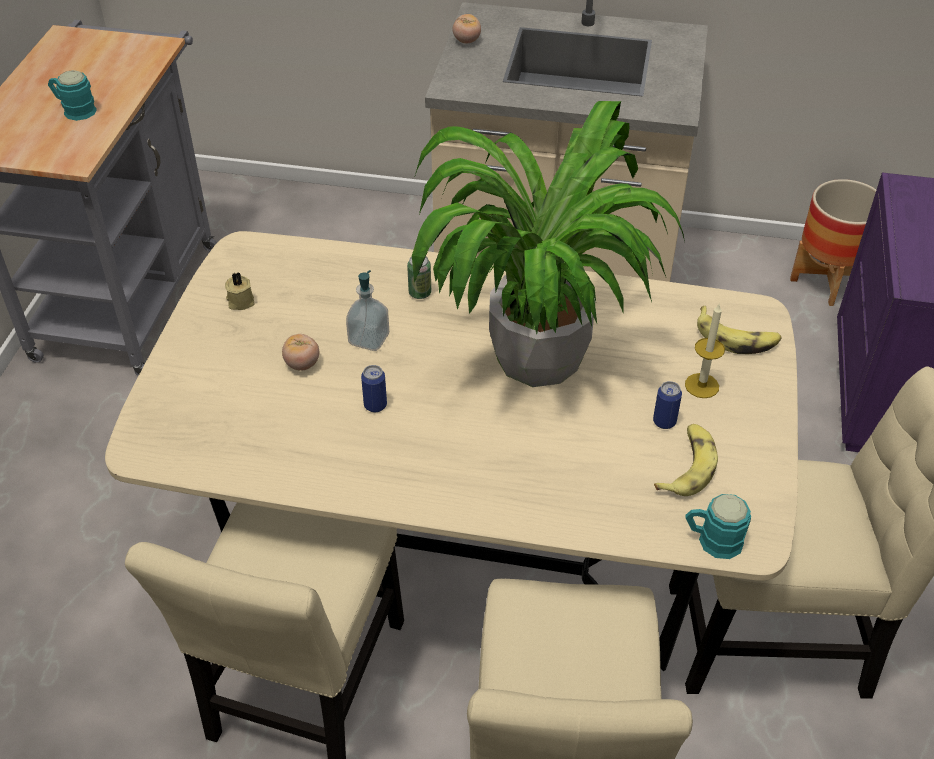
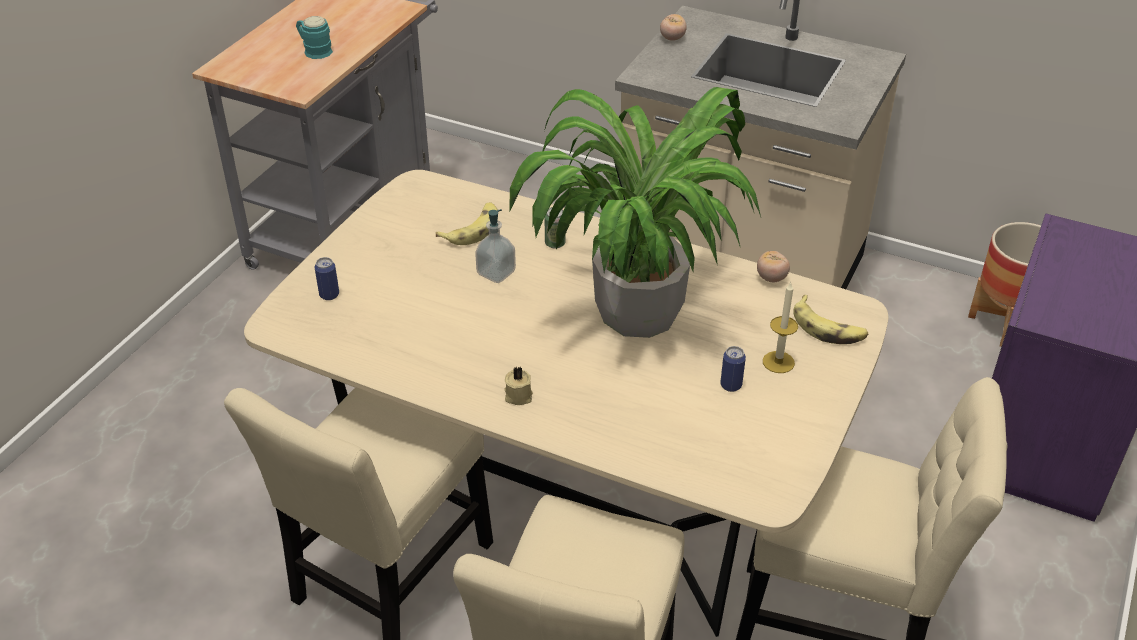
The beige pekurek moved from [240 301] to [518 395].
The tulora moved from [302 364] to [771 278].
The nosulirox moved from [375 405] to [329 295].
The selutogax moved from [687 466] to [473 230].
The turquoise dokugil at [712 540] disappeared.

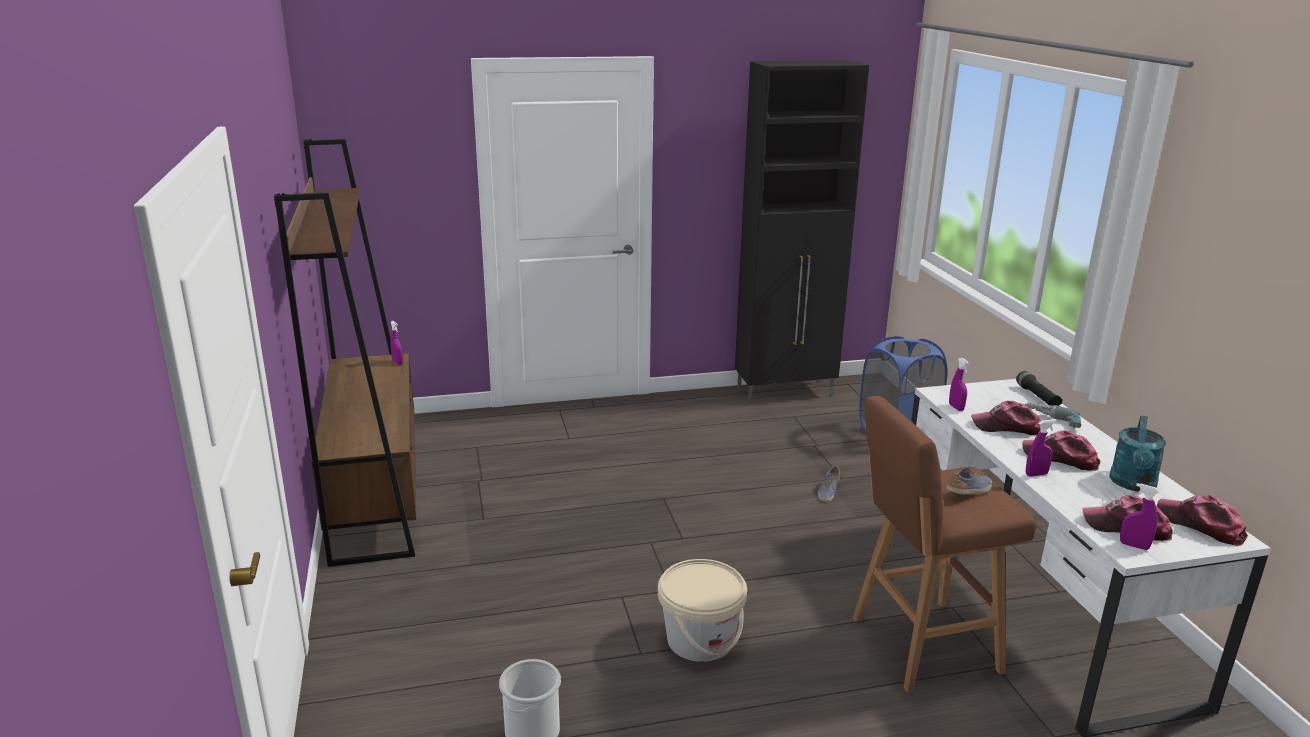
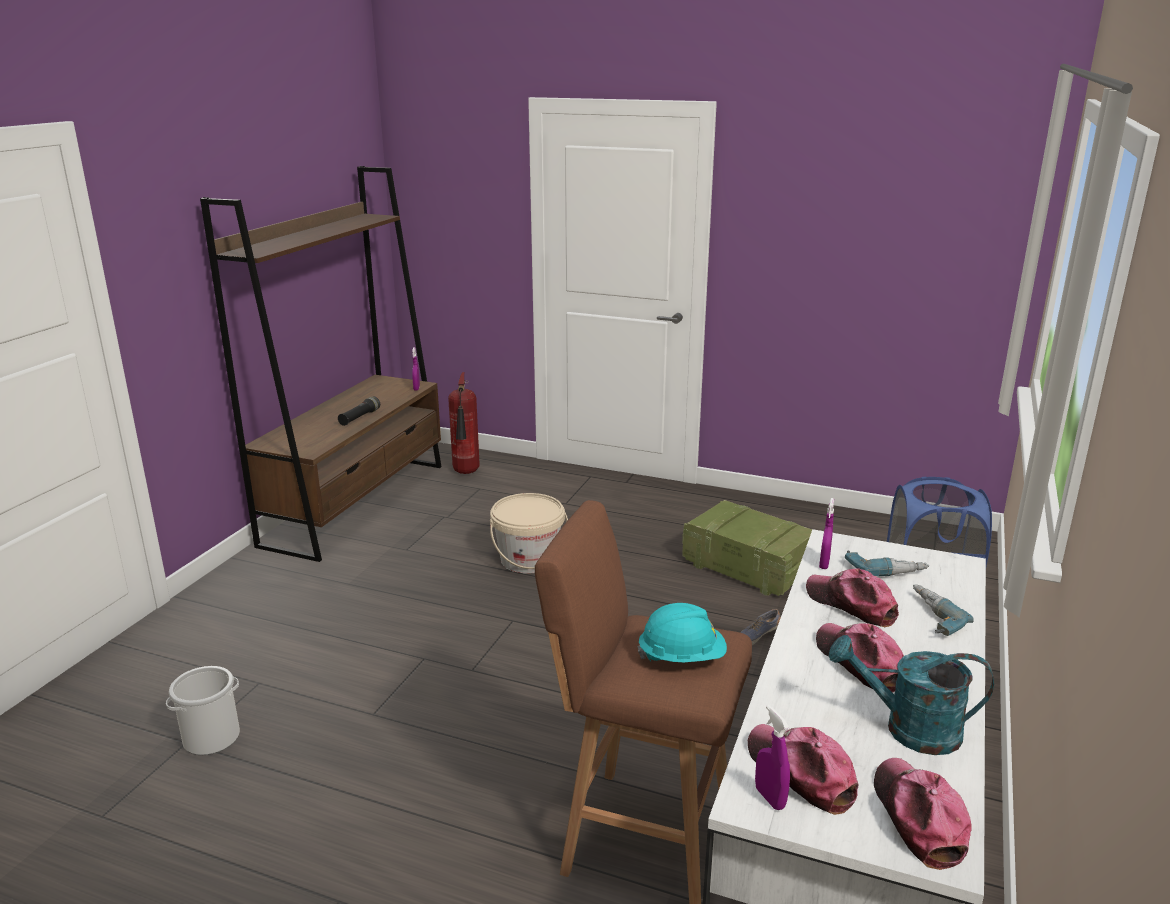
The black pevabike at [786 392] disappeared.
The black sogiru moved from [1037 397] to [359 418].
The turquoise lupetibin at [1133 484] turned 45 degrees clockwise.
The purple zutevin at [1036 474] disappeared.
The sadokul at [969 492] was replaced by the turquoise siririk at [682 657].
The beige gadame moved from [700 640] to [529 559].
The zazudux at [466 473] appeared.
The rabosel at [750 568] appeared.
The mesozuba at [884 568] appeared.

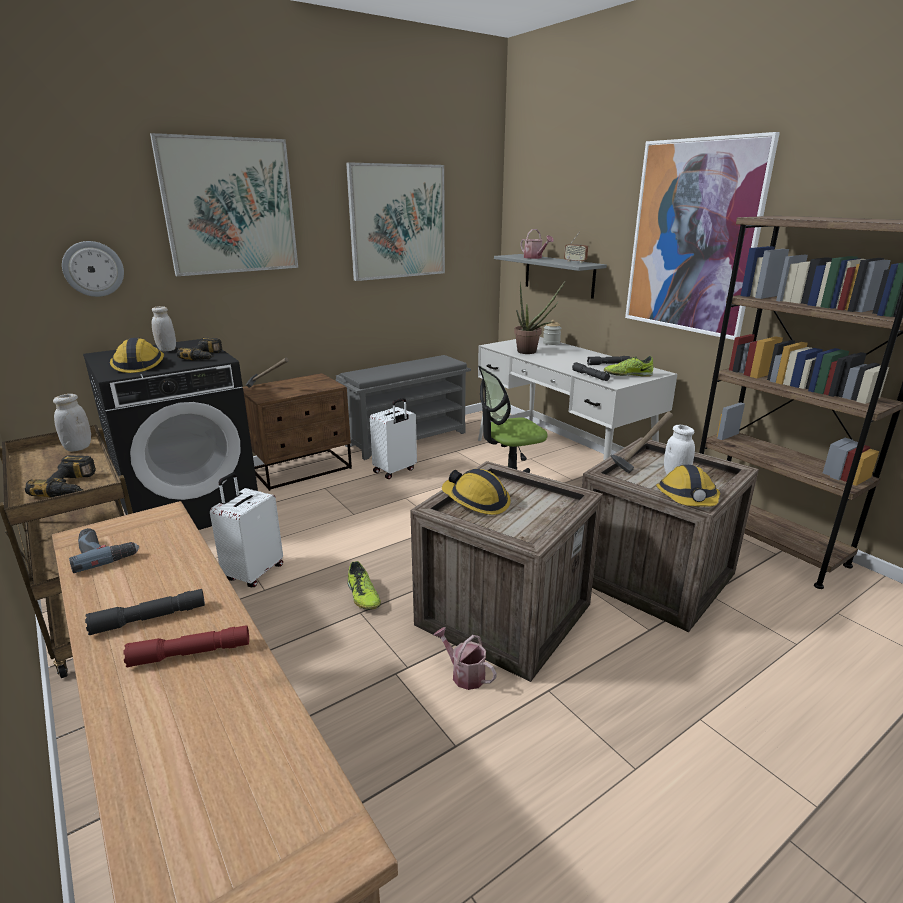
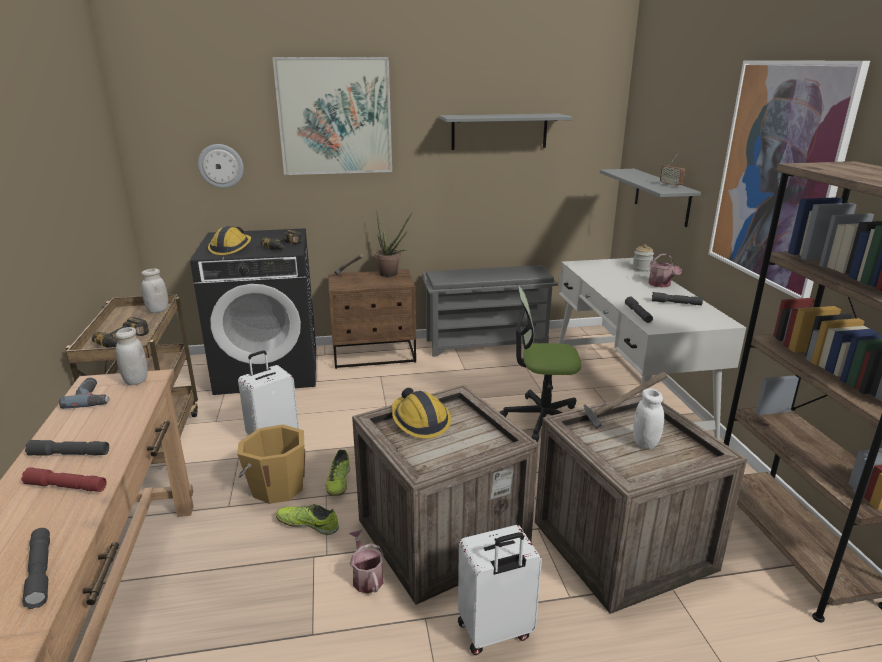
The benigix at [397 222] was replaced by the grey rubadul at [499 131].
The lupetibin moved from [535 258] to [661 285].
The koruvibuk moved from [531 352] to [391 274].
The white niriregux moved from [167 350] to [136 380].
The sadokul moved from [627 375] to [308 524].
The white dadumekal moved from [395 471] to [495 632].
The siririk at [687 499] disappeared.
The orange gadame at [277 486] appeared.
The grey sogiru at [40 572] appeared.

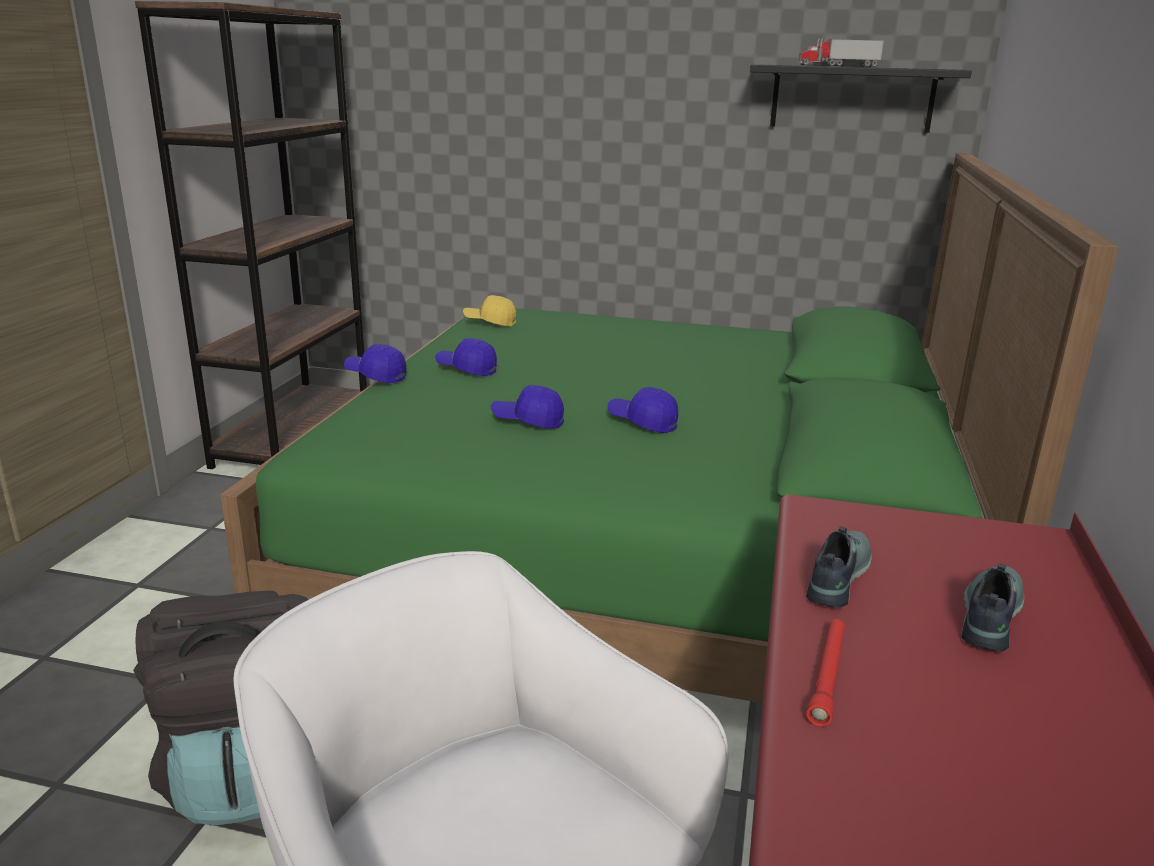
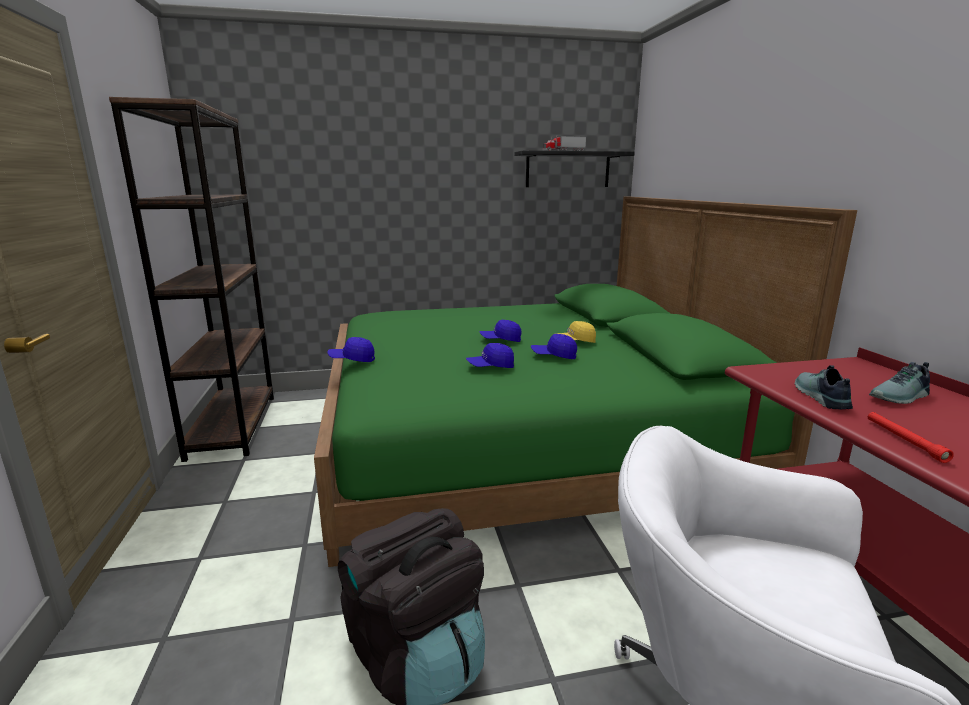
The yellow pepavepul moved from [490 322] to [575 342].
The blue pepavepul moved from [467 369] to [500 340].
The sadokul at [987 615] turned 120 degrees counterclockwise.

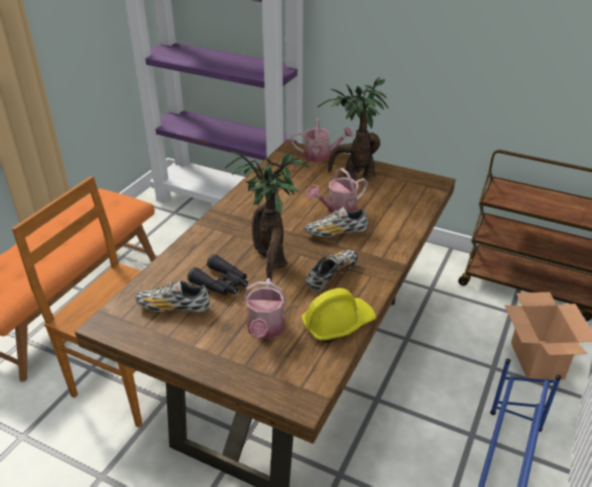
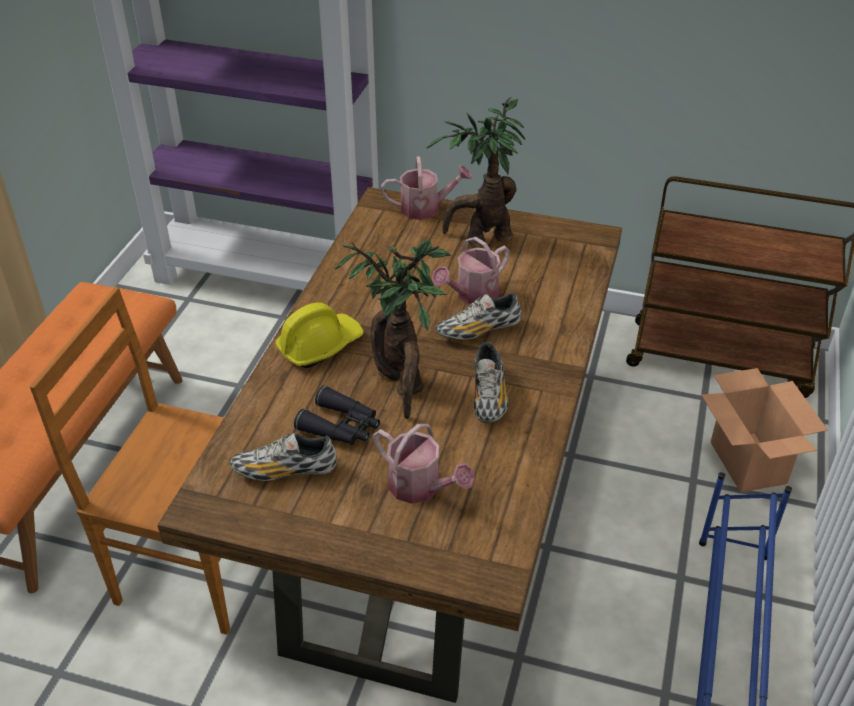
The sadokul at [331 276] turned 150 degrees clockwise.
The lupetibin at [265 330] turned 45 degrees counterclockwise.
The yellow siririk moved from [337 323] to [320 346].

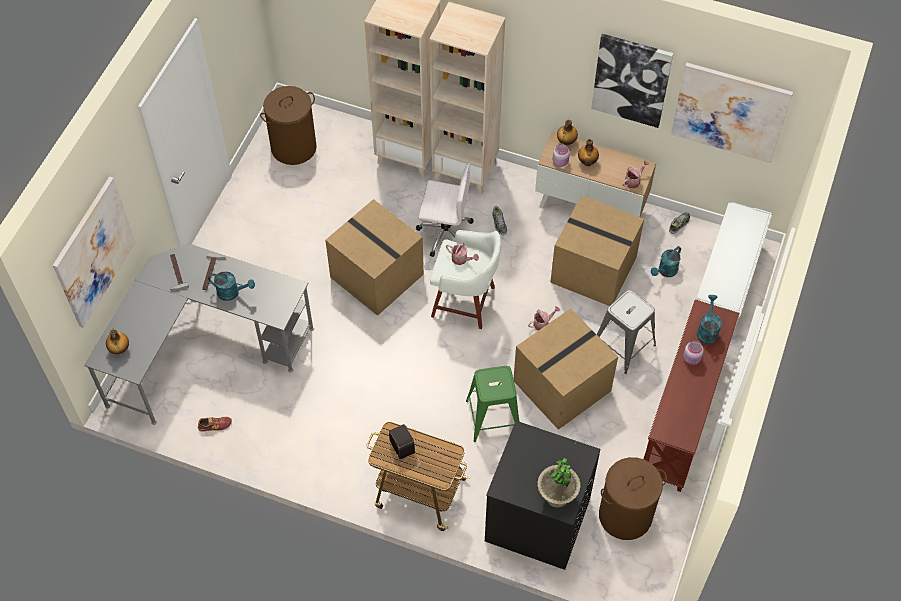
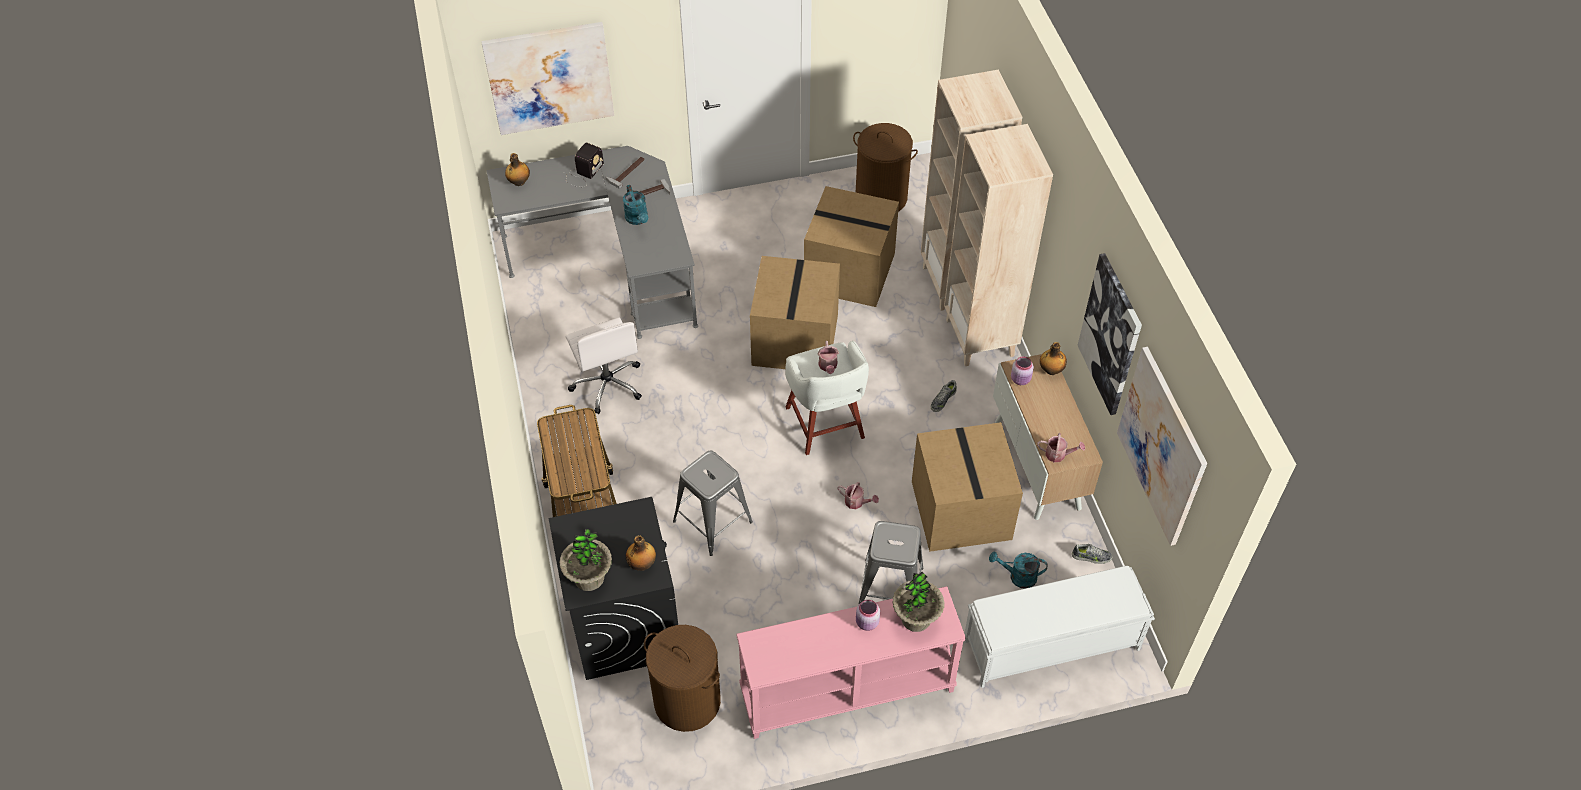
The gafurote moved from [587 162] to [642 564].
The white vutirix moved from [444 233] to [608 384].
The turquoise lupetibin at [707 330] was replaced by the koruvibuk at [916 618].
The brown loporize at [682 417] became the pink loporize at [847 692].
The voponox moved from [562 384] to [851 271].
The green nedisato at [493 417] became the grey nedisato at [712 521].
The sadokul at [215 425] disappeared.
The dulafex moved from [404 454] to [583 173].

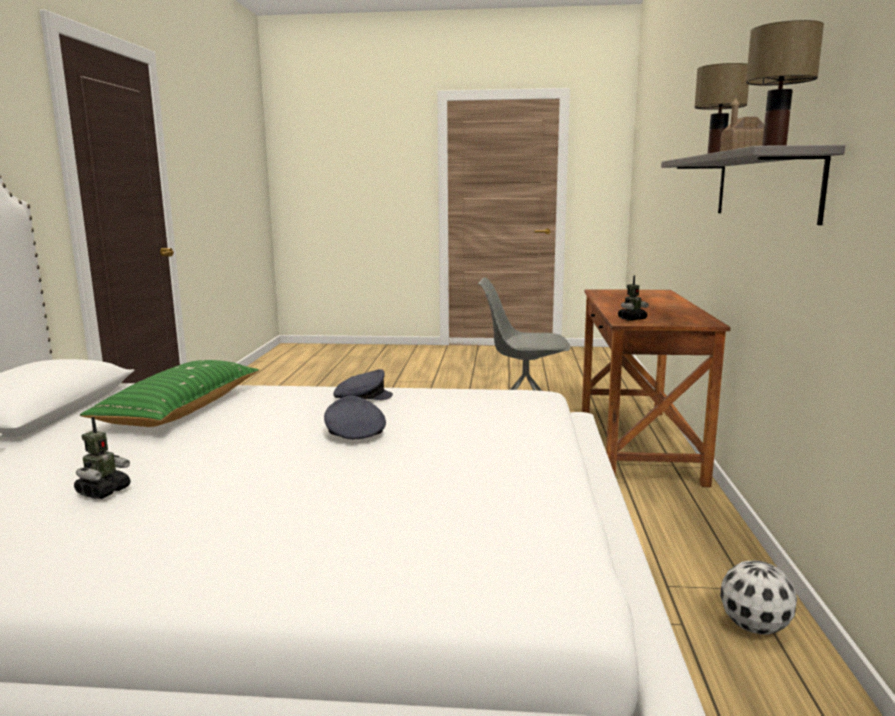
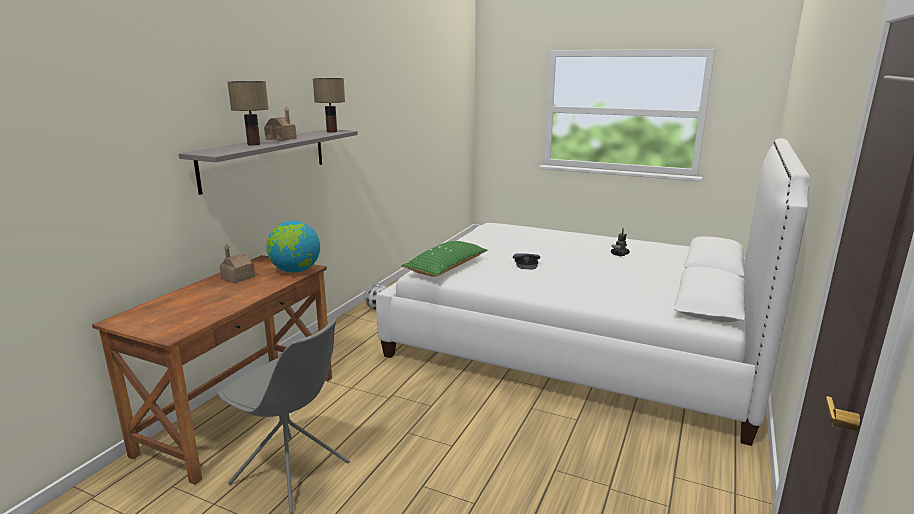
The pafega at [632 319] was replaced by the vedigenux at [295 271].
The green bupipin moved from [181 410] to [446 267].
The grey pepavepul at [361 397] disappeared.
The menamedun at [238 278] appeared.

